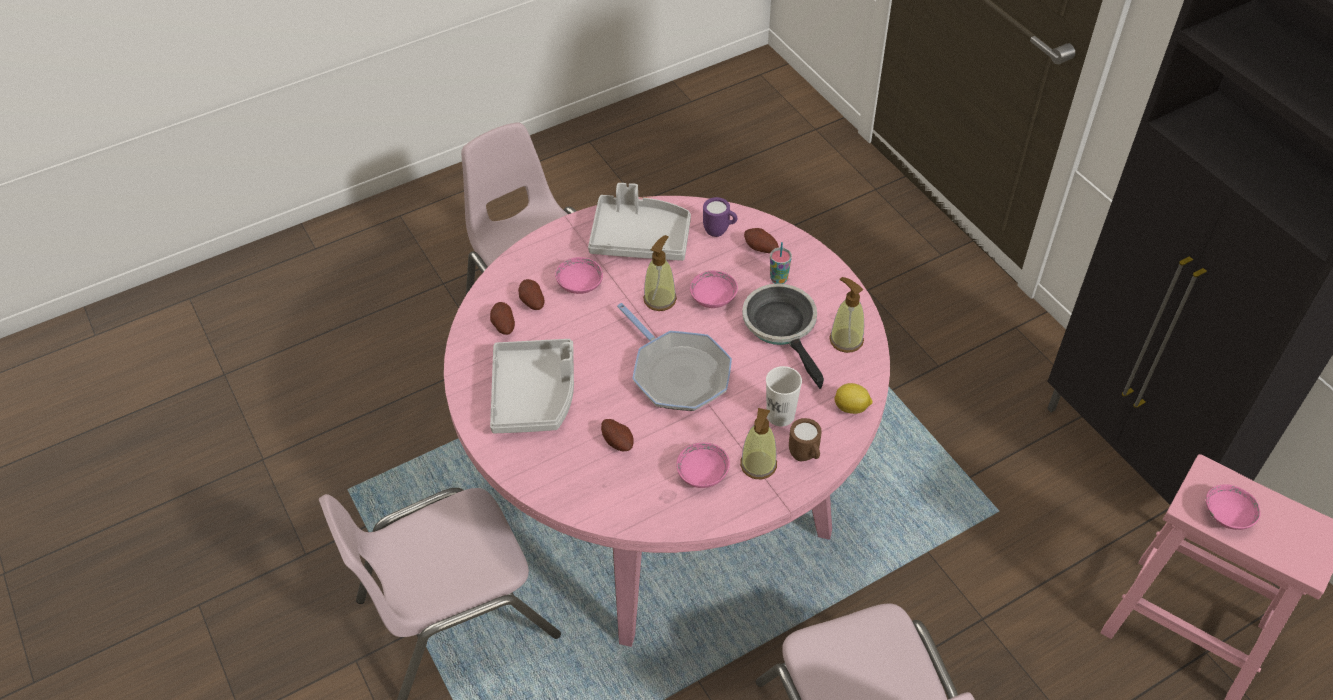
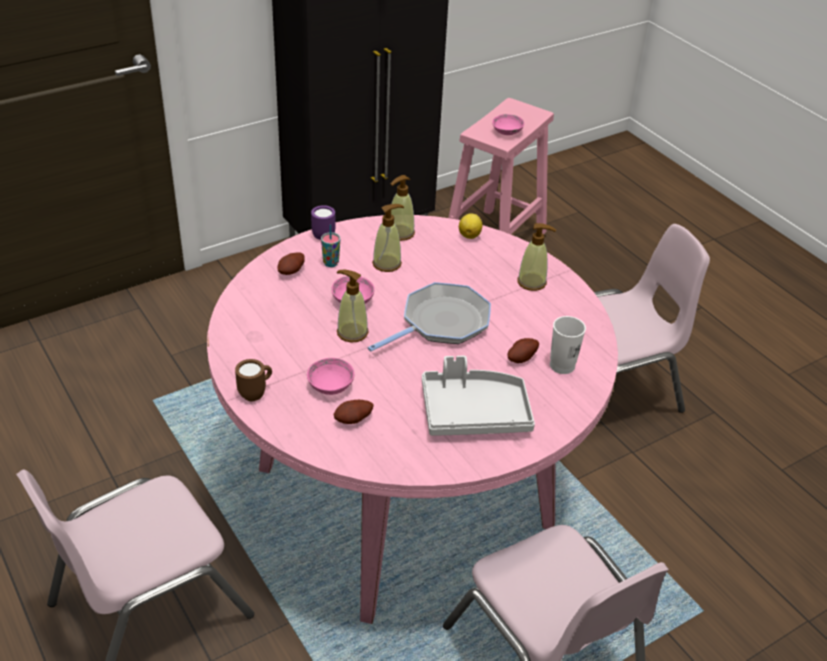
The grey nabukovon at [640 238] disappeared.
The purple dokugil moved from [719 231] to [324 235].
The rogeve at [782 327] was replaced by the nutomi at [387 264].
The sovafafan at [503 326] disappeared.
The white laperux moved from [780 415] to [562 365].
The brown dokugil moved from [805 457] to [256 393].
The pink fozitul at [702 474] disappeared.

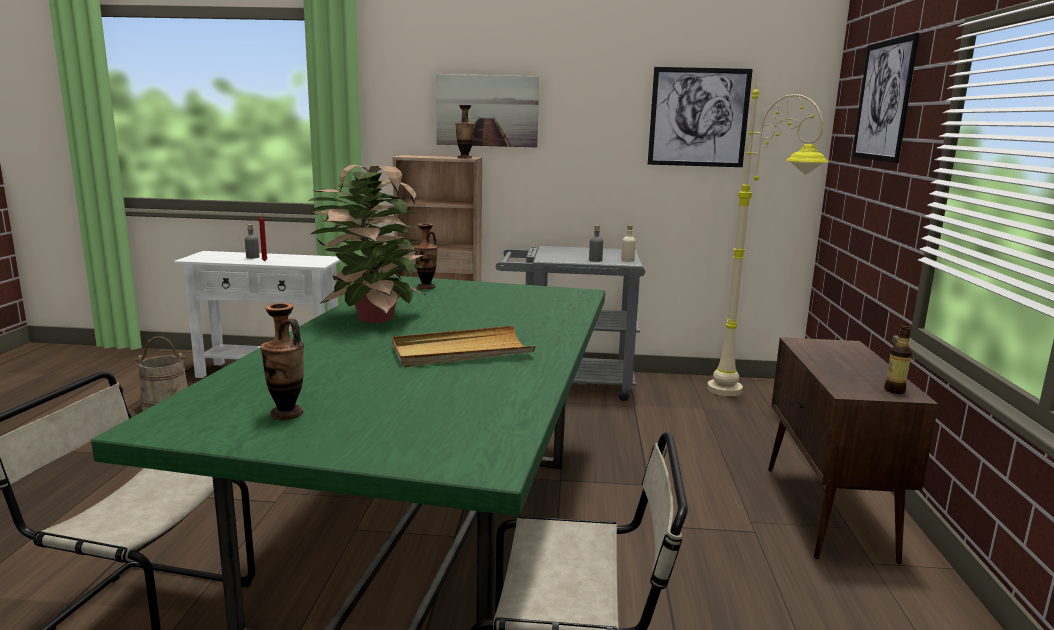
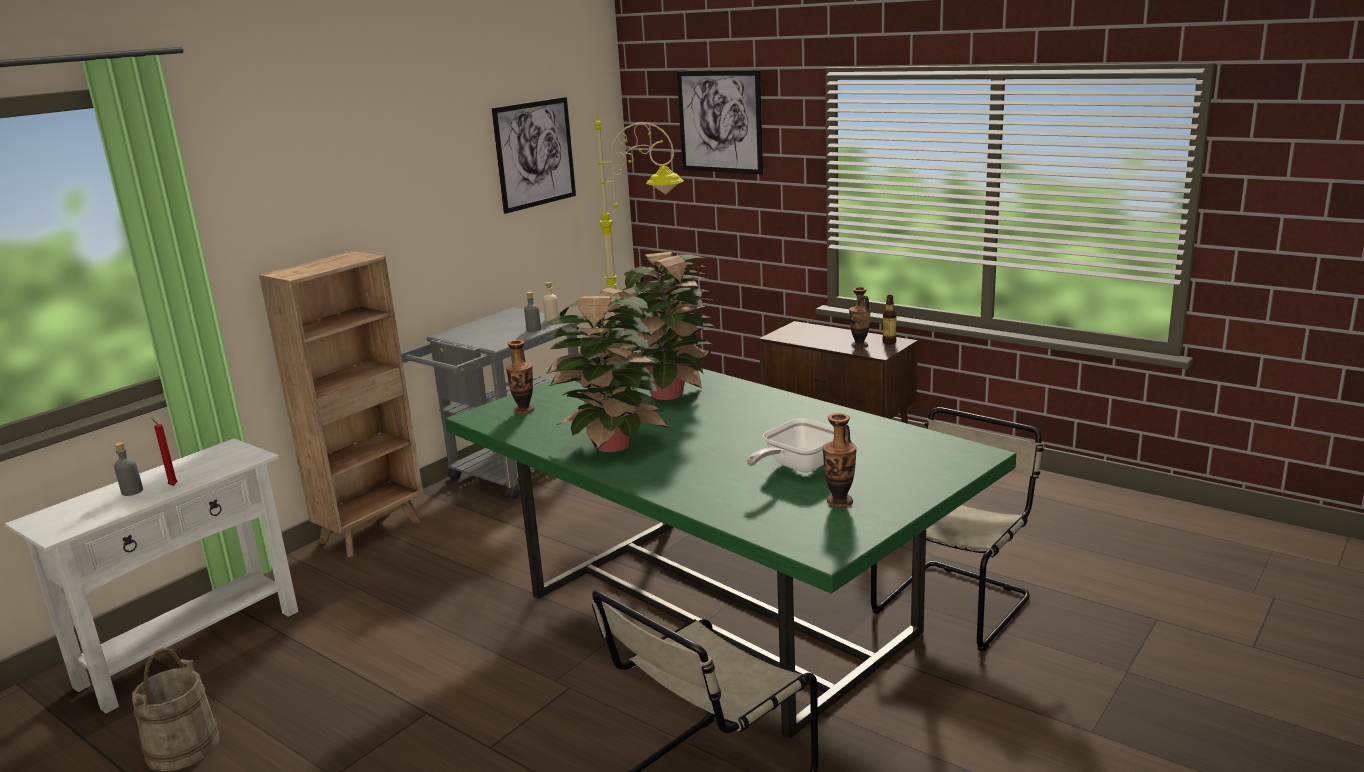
The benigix at [487 111] disappeared.
The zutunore moved from [464 158] to [859 345].
The beige nabukovon at [461 352] disappeared.
The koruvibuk at [670 395] appeared.
The rogeve at [797 467] appeared.

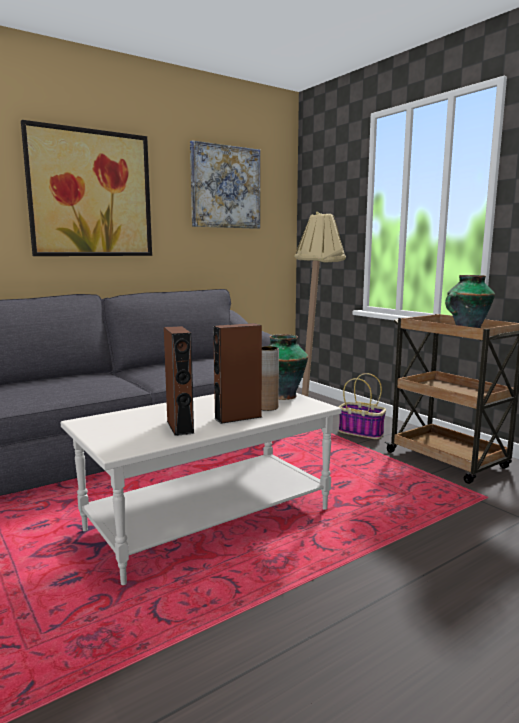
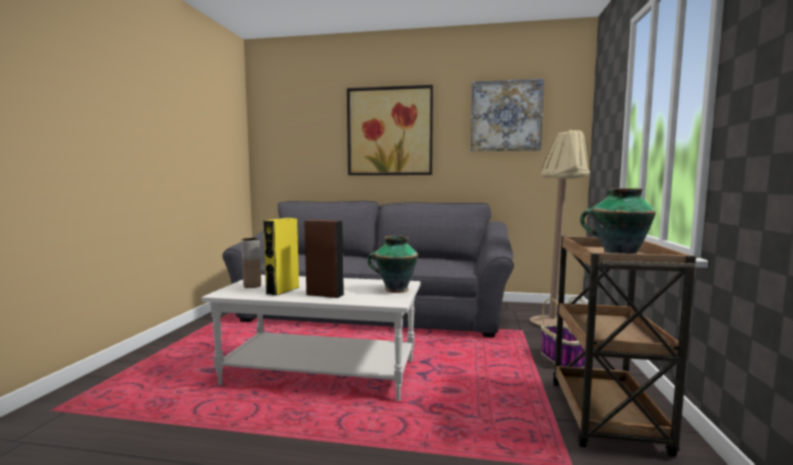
The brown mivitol at [180 427] became the yellow mivitol at [283 290].
The brown zutunore moved from [267 407] to [252 286].

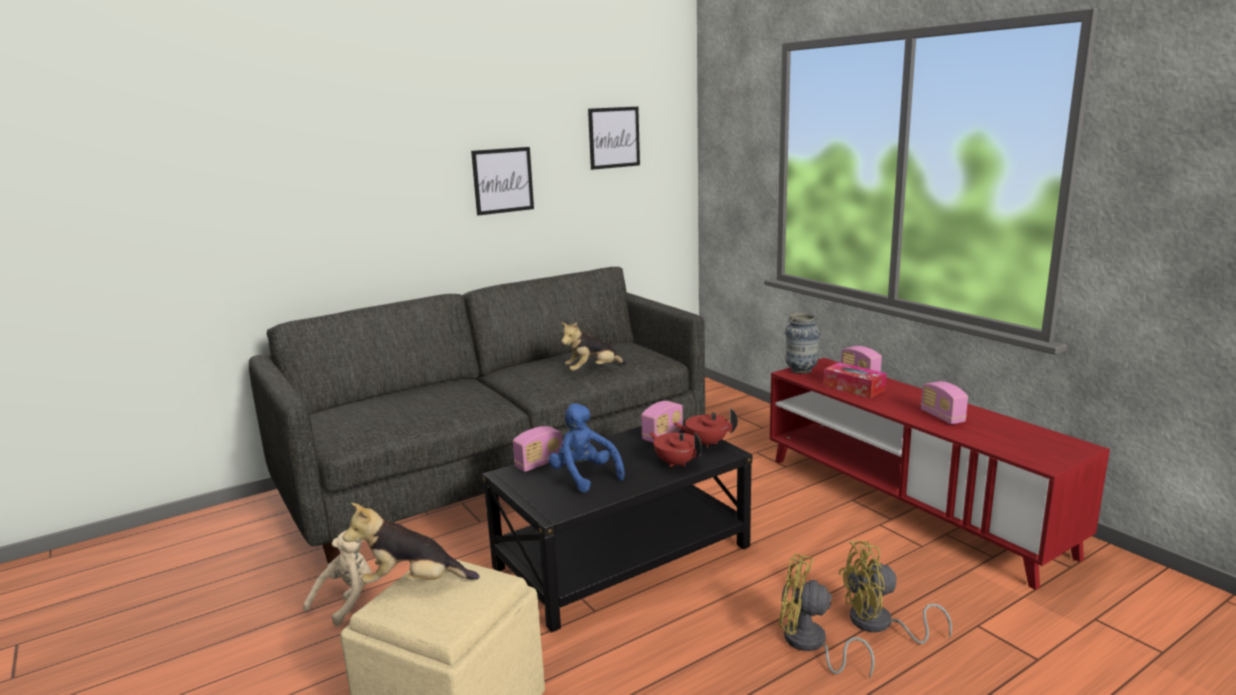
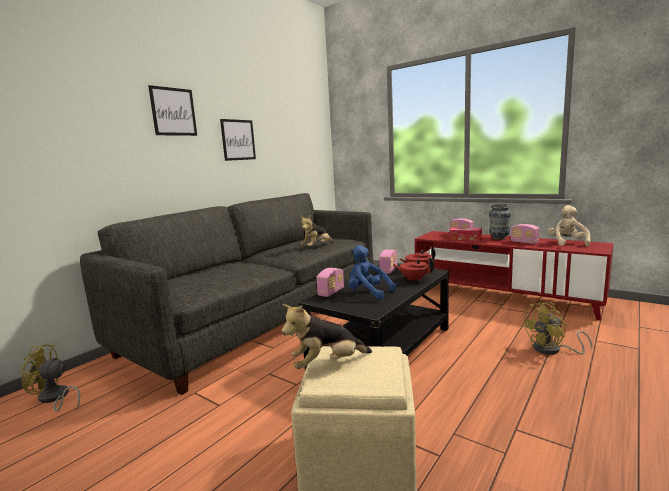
The benigix moved from [614 137] to [173 111].
The zutunore moved from [801 371] to [499 238].
The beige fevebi moved from [347 601] to [567 243].
The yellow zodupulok moved from [810 645] to [55 399].

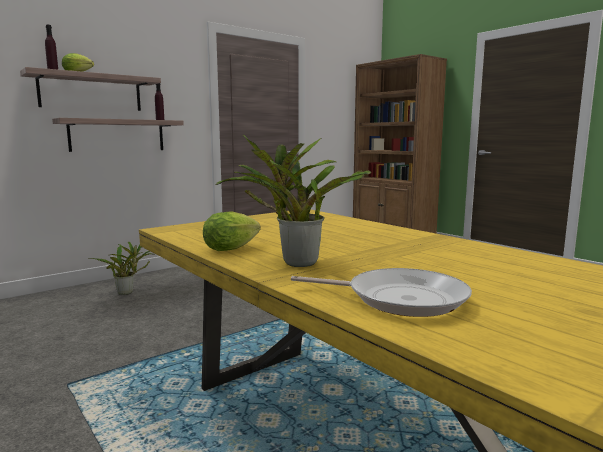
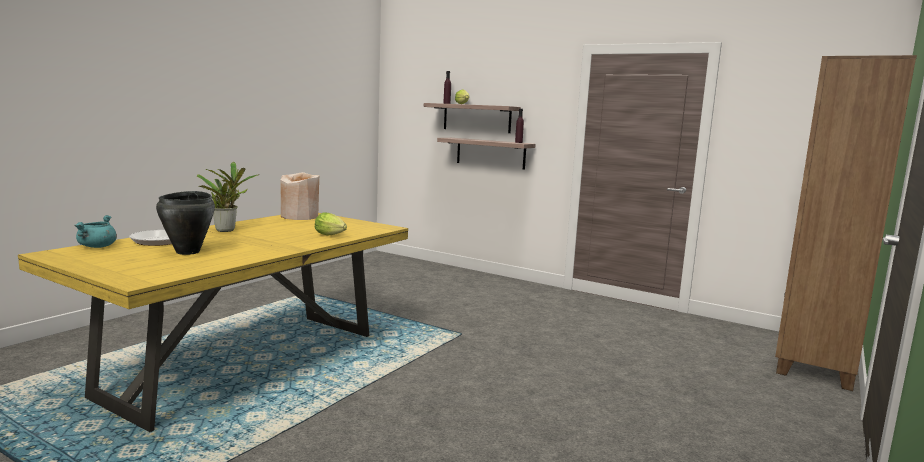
The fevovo moved from [233 248] to [331 235].
The koruvibuk at [127 292] disappeared.
The beige zutunore at [300 216] appeared.
The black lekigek at [188 252] appeared.
The turquoise lekigek at [97 247] appeared.

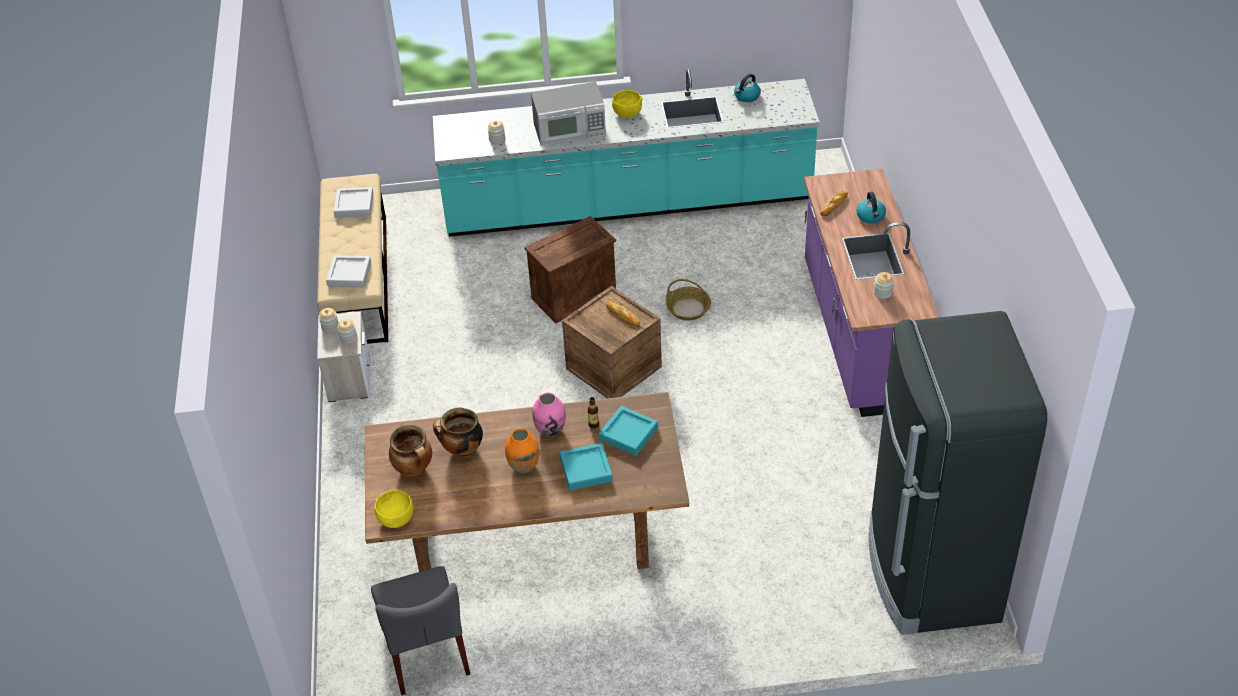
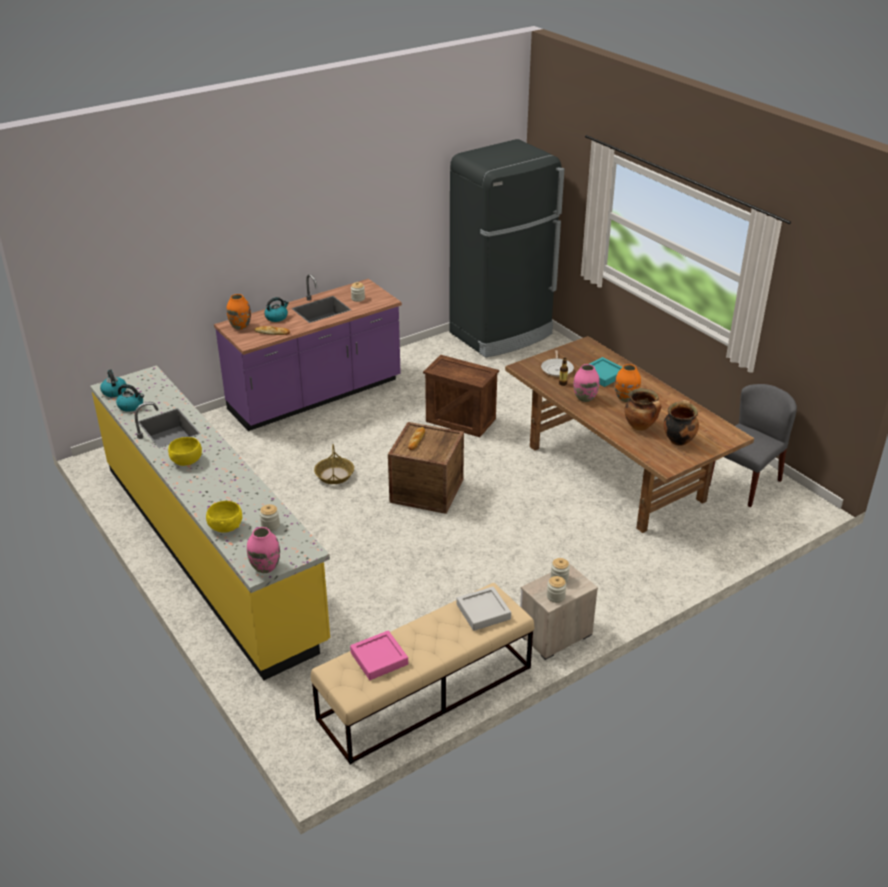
The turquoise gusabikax at [628 205] became the yellow gusabikax at [211 550].
The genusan at [570 130] disappeared.
The grey nabukovon at [354 205] became the pink nabukovon at [379 658].
The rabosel moved from [573 296] to [461 420].
The turquoise nabukovon at [628 434] was replaced by the rogeve at [557 369].
The yellow fozitul moved from [396 518] to [225 527].
The orange zutunore at [240 326] appeared.
The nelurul at [114 391] appeared.
The pink zutunore at [265 567] appeared.

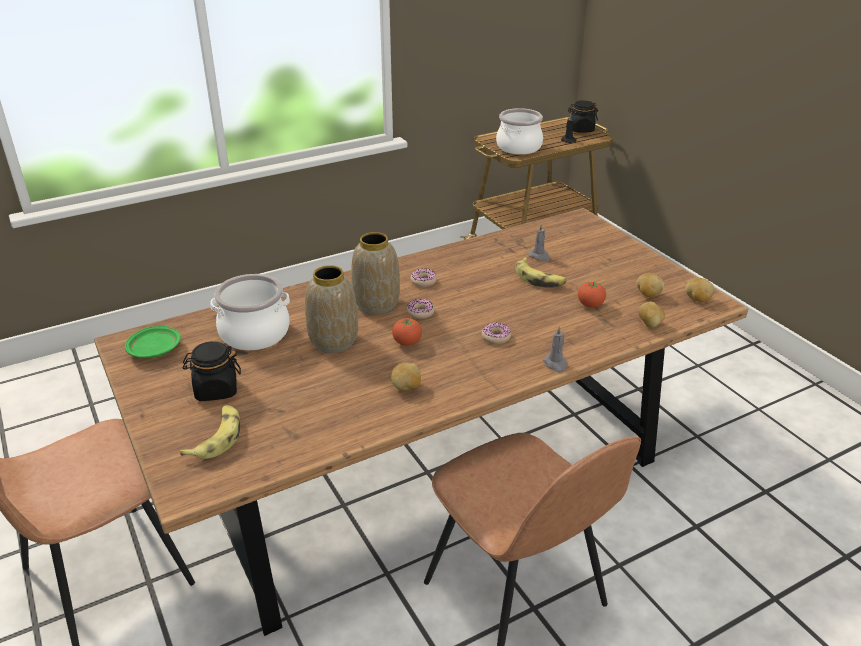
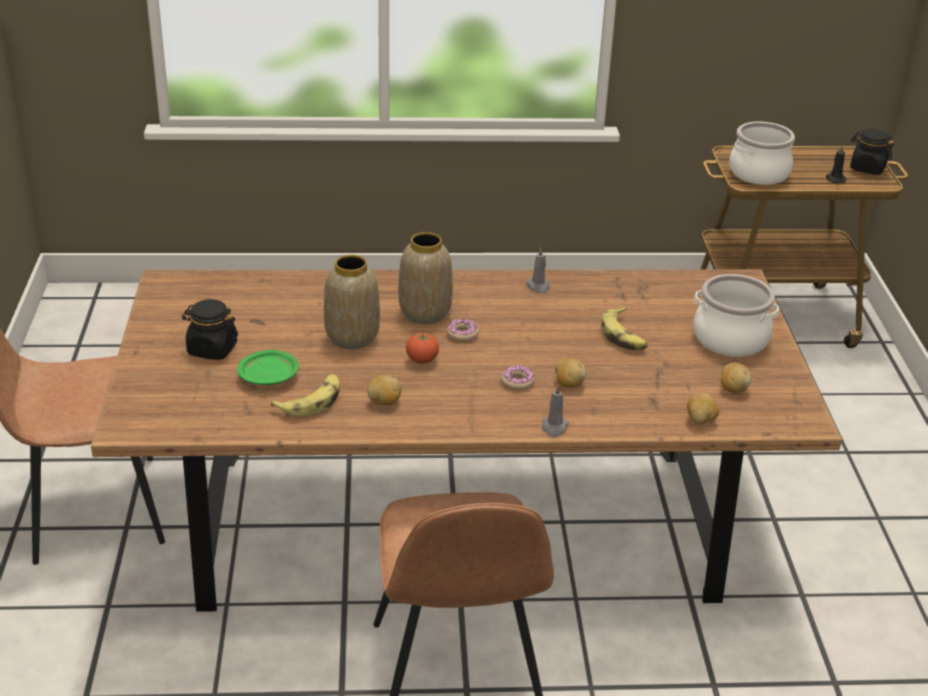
The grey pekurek moved from [539 256] to [538 286].
The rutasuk at [423 281] disappeared.
The lekigek moved from [254 334] to [730 339].
The sovafafan moved from [697 299] to [568 384].
The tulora at [590 305] disappeared.
The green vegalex moved from [155 349] to [269 376].
The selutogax moved from [217 438] to [312 401].

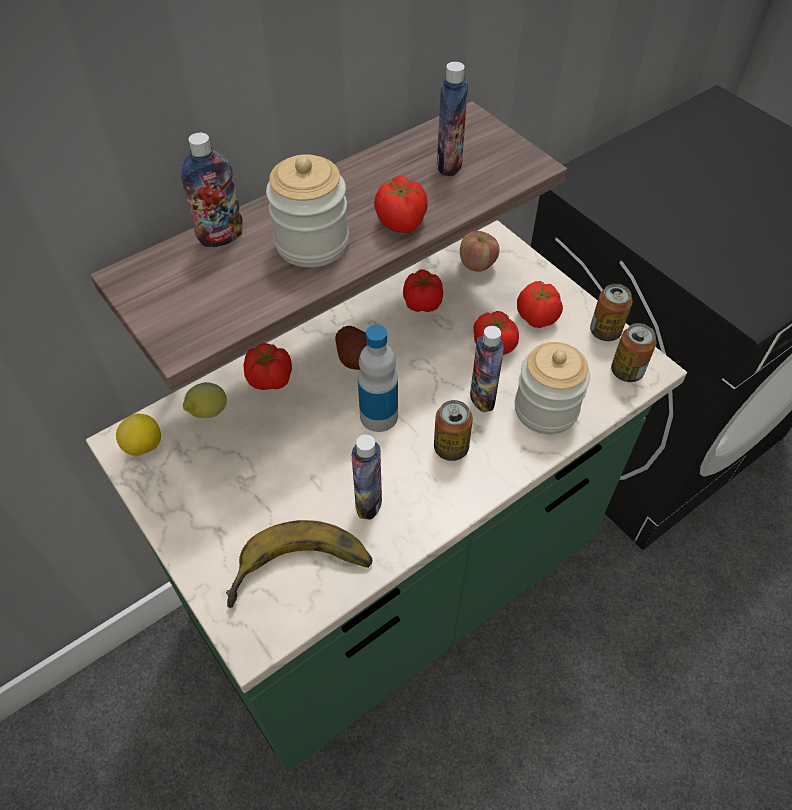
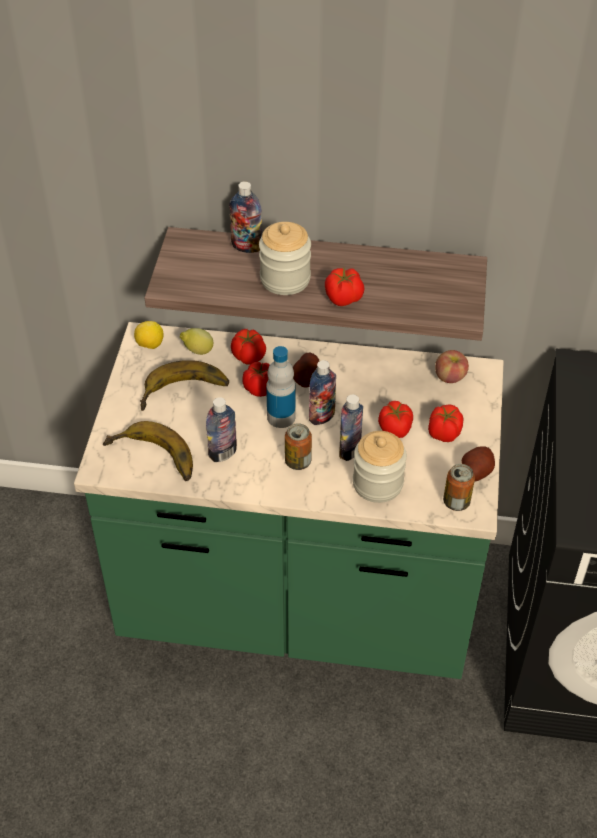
The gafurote moved from [449 164] to [322 417].
The tulora moved from [422 302] to [260 388].
The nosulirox at [605 332] was replaced by the sovafafan at [476 472].
The selutogax at [185 394] appeared.

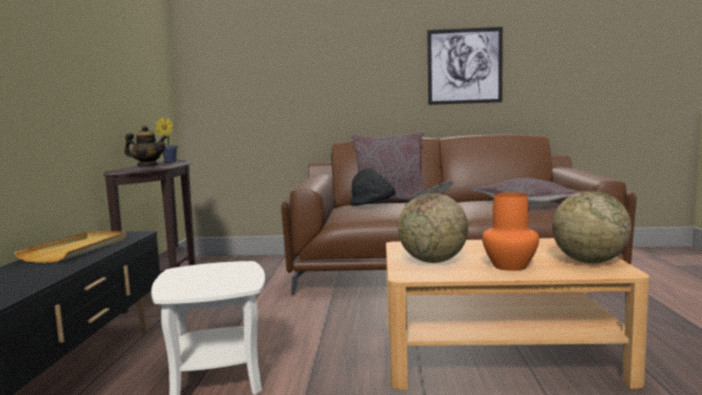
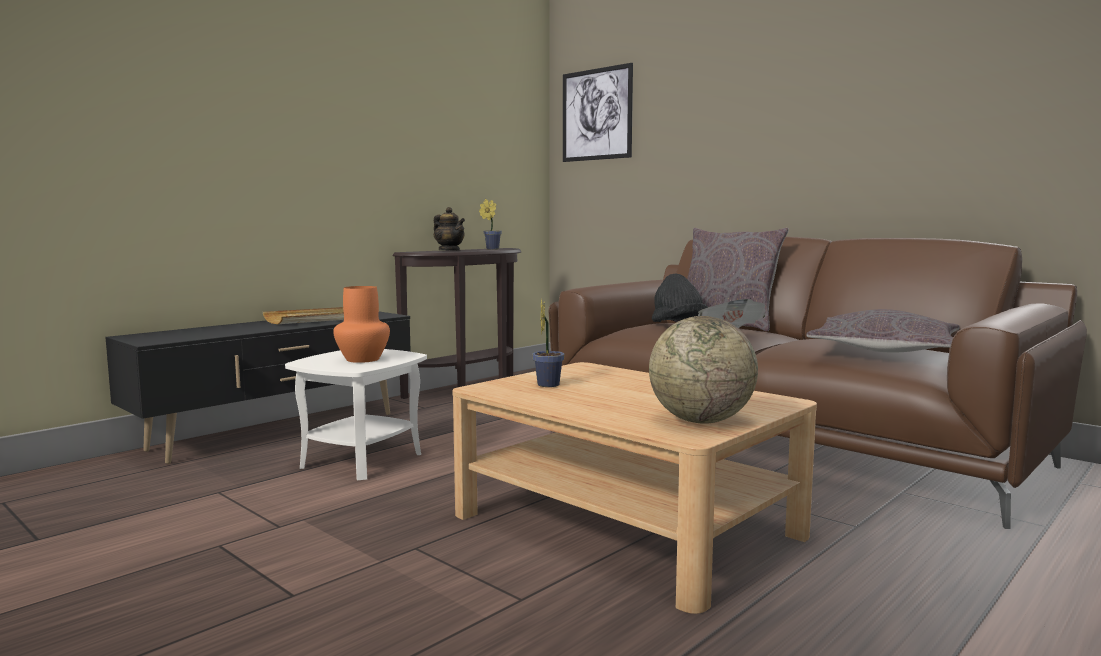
The benigix moved from [464 66] to [596 114].
The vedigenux at [433 261] was replaced by the koruvibuk at [548 384].
The orange zutunore moved from [510 266] to [363 359].

